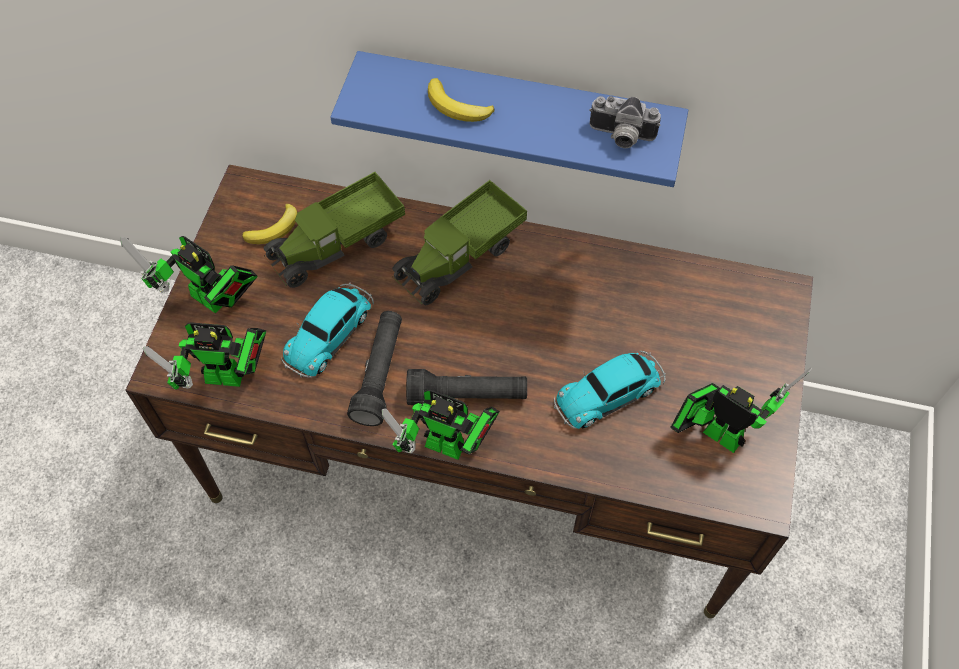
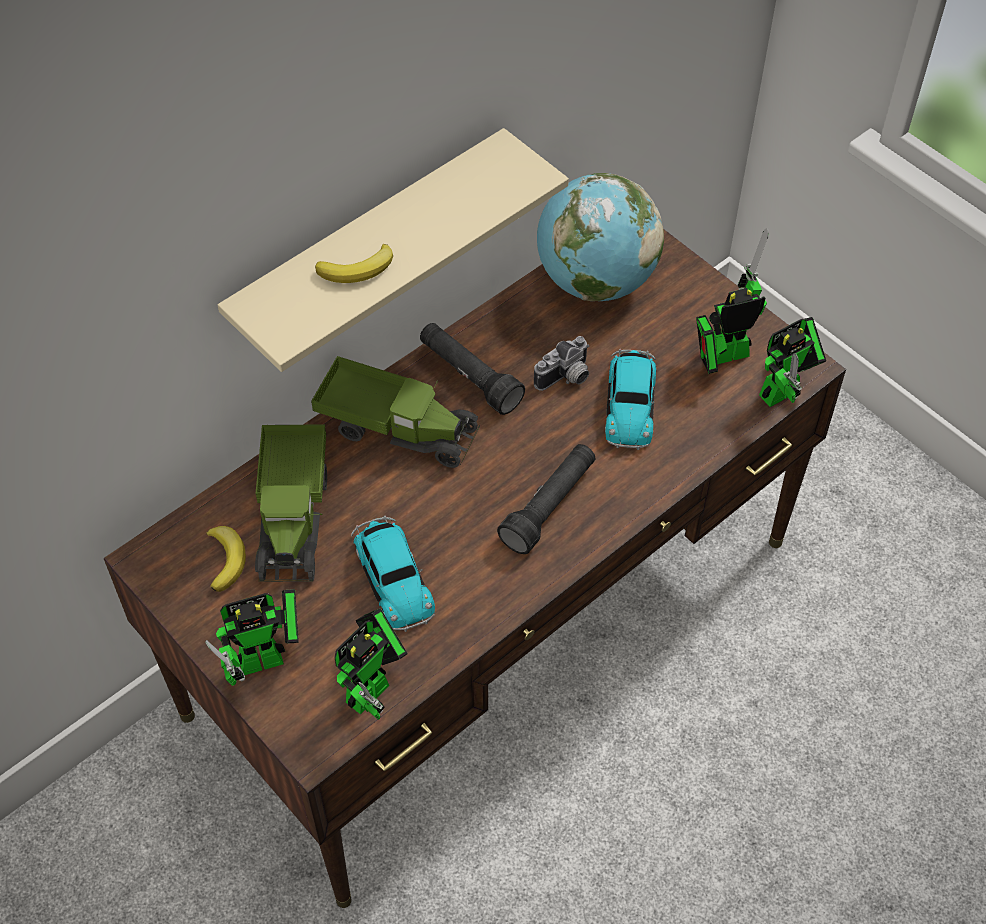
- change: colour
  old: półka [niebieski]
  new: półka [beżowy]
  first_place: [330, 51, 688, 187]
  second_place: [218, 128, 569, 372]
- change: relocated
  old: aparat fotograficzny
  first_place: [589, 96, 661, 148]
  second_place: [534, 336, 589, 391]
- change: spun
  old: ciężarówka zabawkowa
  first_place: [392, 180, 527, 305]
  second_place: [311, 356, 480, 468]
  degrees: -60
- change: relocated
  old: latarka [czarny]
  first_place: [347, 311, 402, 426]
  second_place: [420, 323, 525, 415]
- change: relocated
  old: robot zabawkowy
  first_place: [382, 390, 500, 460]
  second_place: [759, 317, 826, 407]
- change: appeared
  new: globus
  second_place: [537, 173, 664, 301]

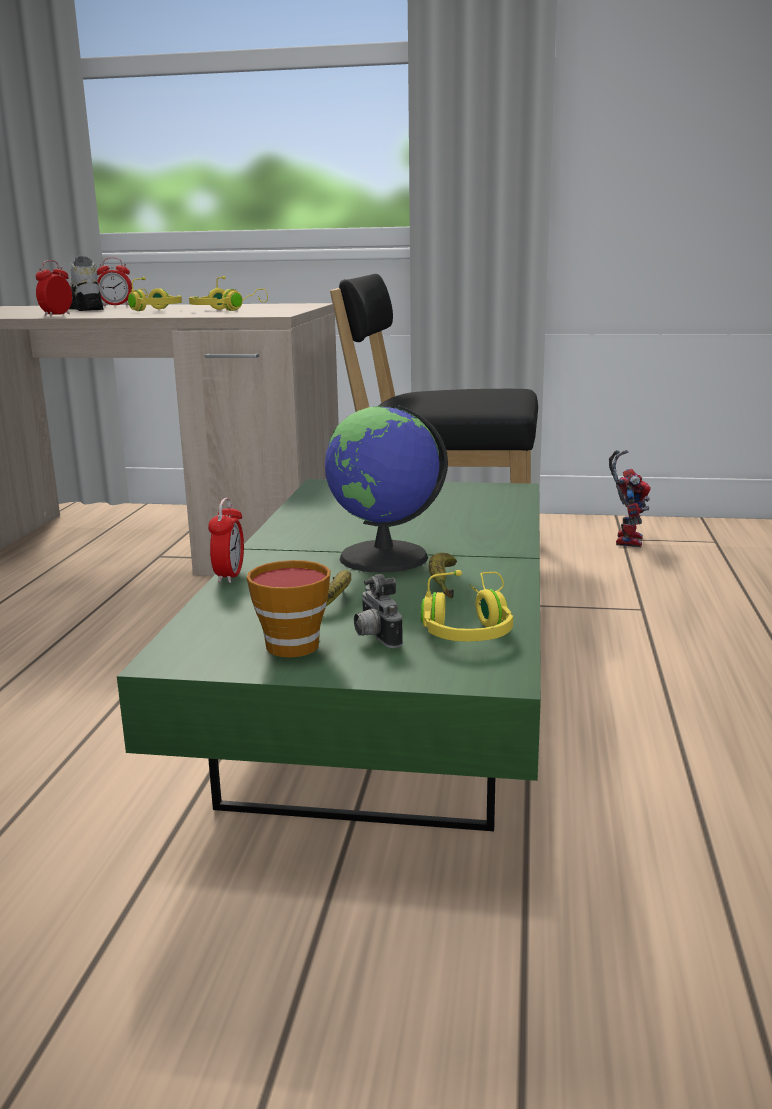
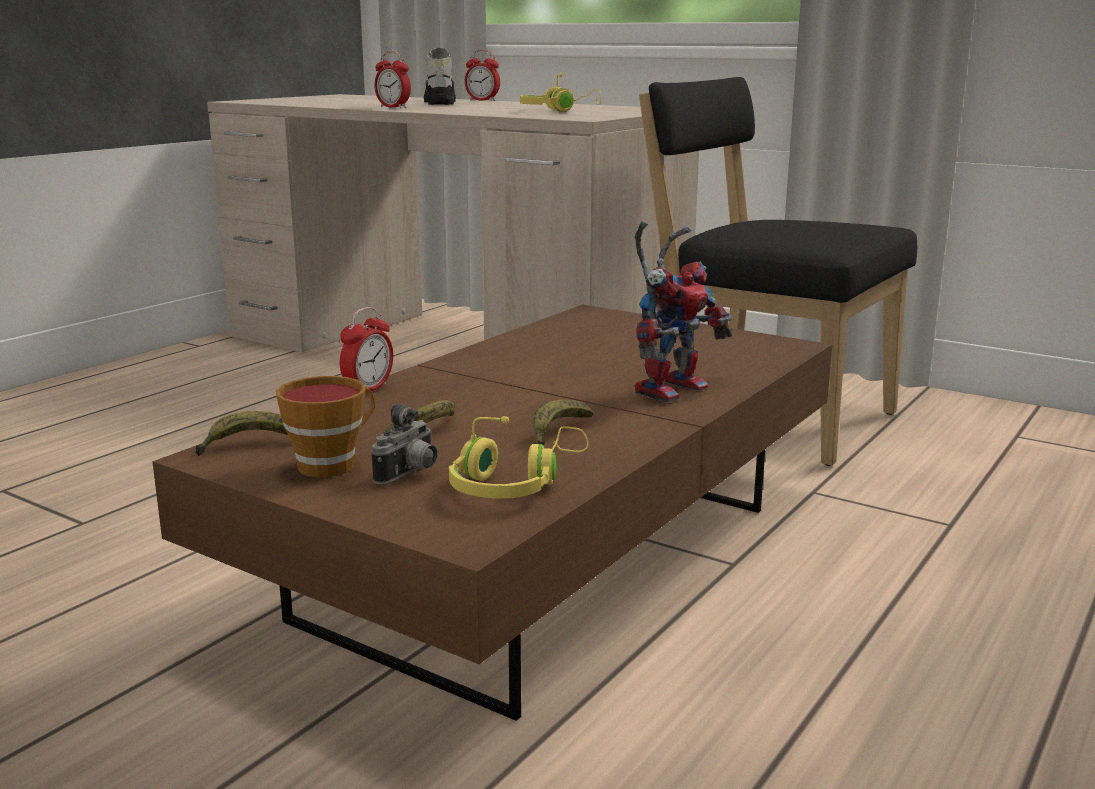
- change: spun
  old: budzik
  first_place: [36, 260, 72, 316]
  second_place: [374, 51, 411, 108]
  degrees: -105
- change: missing
  old: słuchawki [żółty]
  first_place: [128, 277, 182, 311]
- change: missing
  old: globus
  first_place: [325, 405, 448, 573]
- change: relocated
  old: robot zabawkowy
  first_place: [609, 450, 651, 547]
  second_place: [634, 221, 733, 403]
- change: colour
  old: ława [zielony]
  new: ława [brązowy]
  first_place: [117, 479, 541, 831]
  second_place: [152, 304, 832, 721]
- change: spun
  old: aparat fotograficzny
  first_place: [354, 574, 403, 648]
  second_place: [371, 404, 437, 485]
  degrees: -150
- change: appeared
  new: banan
  second_place: [196, 411, 288, 456]

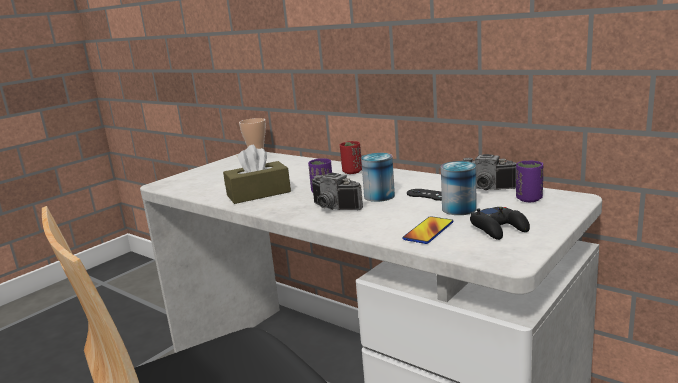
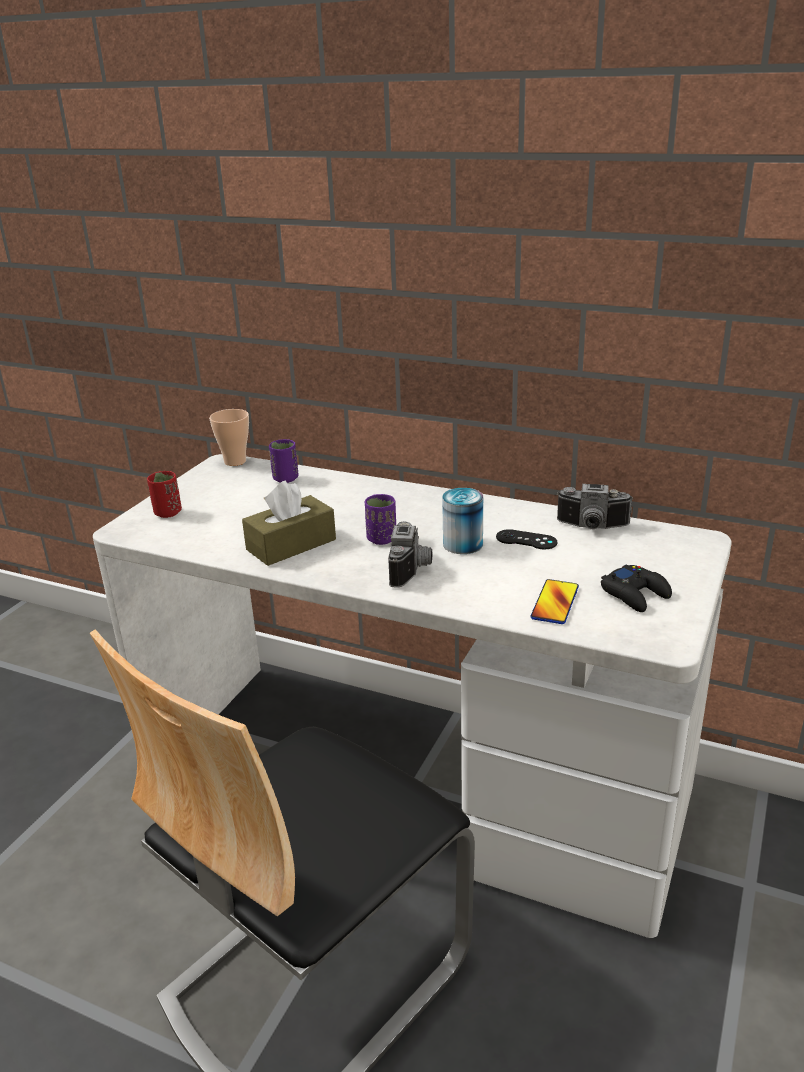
- change: relocated
  old: filiżanka [czerwony]
  first_place: [340, 141, 362, 174]
  second_place: [147, 471, 182, 518]
- change: relocated
  old: filiżanka [fioletowy]
  first_place: [516, 160, 543, 202]
  second_place: [269, 439, 299, 483]
- change: missing
  old: puszka
  first_place: [441, 161, 477, 215]
- change: spun
  old: aparat fotograficzny
  first_place: [312, 173, 363, 210]
  second_place: [388, 521, 432, 588]
  degrees: -105

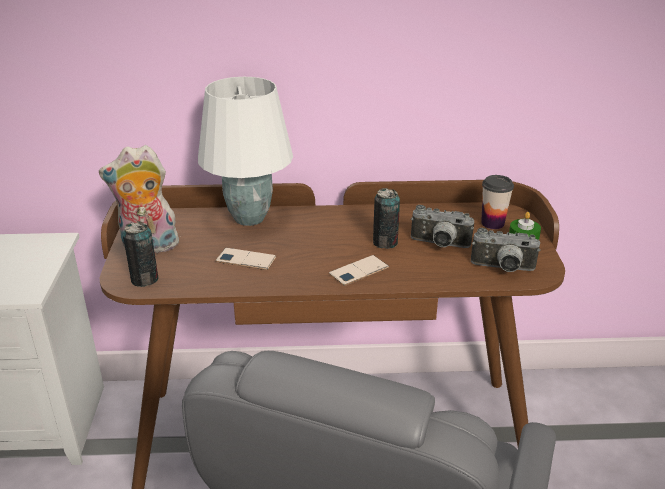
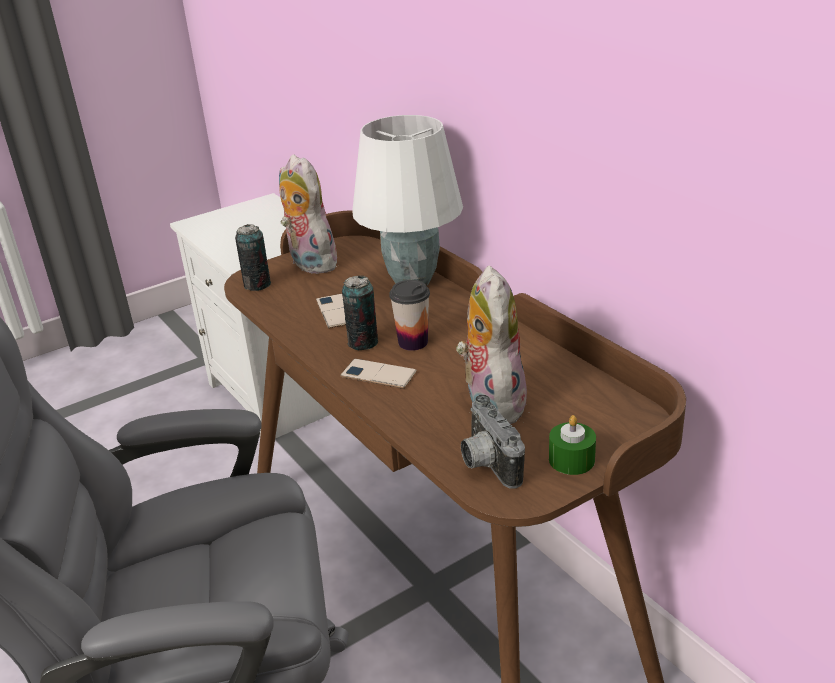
- change: relocated
  old: filiżanka
  first_place: [481, 175, 514, 229]
  second_place: [389, 280, 430, 351]
- change: relocated
  old: puszka
  first_place: [373, 188, 400, 249]
  second_place: [342, 275, 378, 350]
- change: exchanged
  old: aparat fotograficzny
  new: pluszak
  first_place: [411, 205, 474, 248]
  second_place: [456, 266, 527, 424]

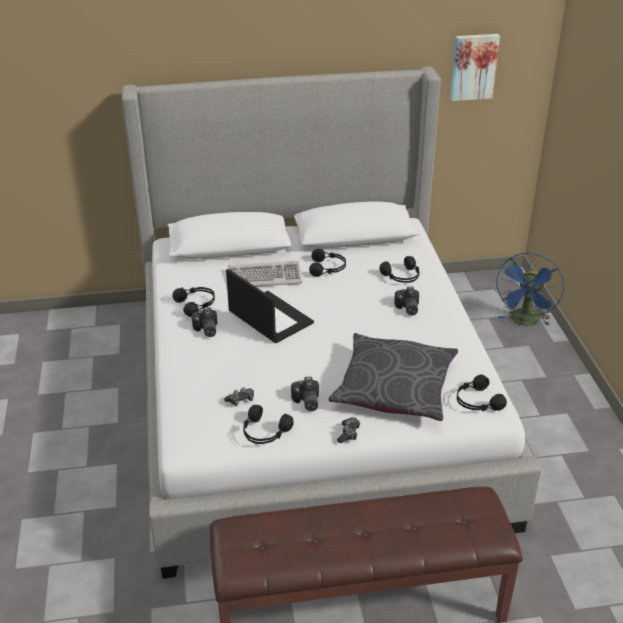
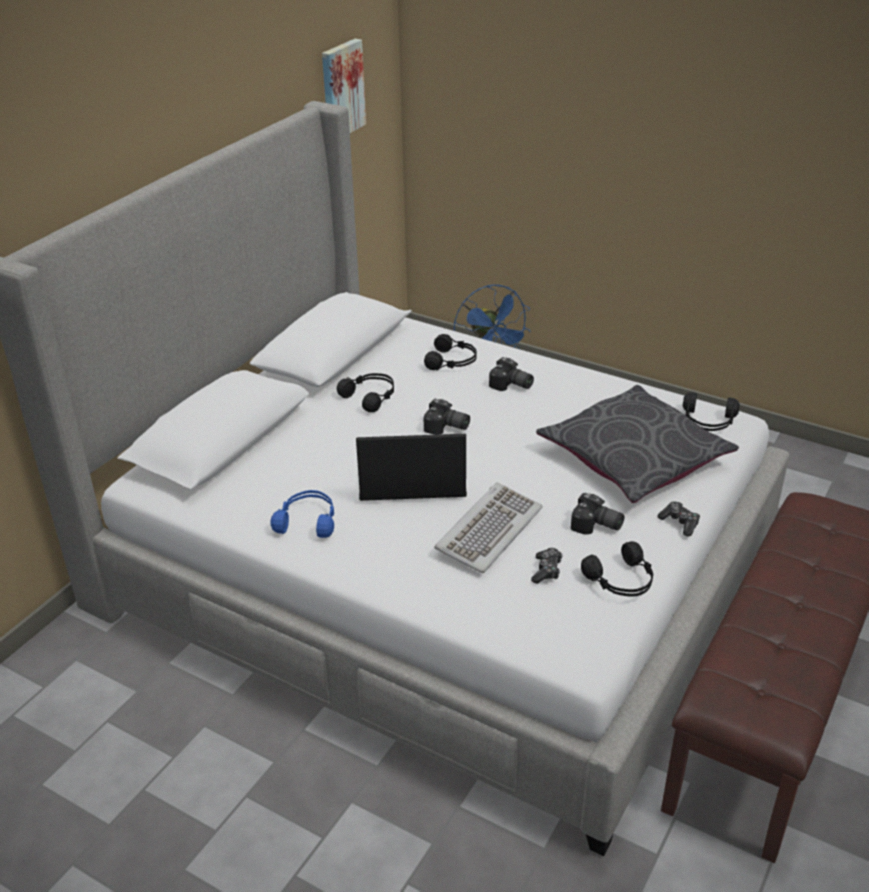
- change: relocated
  old: klawiatura
  first_place: [228, 261, 302, 287]
  second_place: [434, 483, 542, 573]
- change: colour
  old: słuchawki [czarny]
  new: słuchawki [niebieski]
  first_place: [173, 287, 215, 317]
  second_place: [270, 490, 334, 538]
- change: relocated
  old: aparat fotograficzny
  first_place: [192, 307, 218, 337]
  second_place: [424, 399, 470, 435]

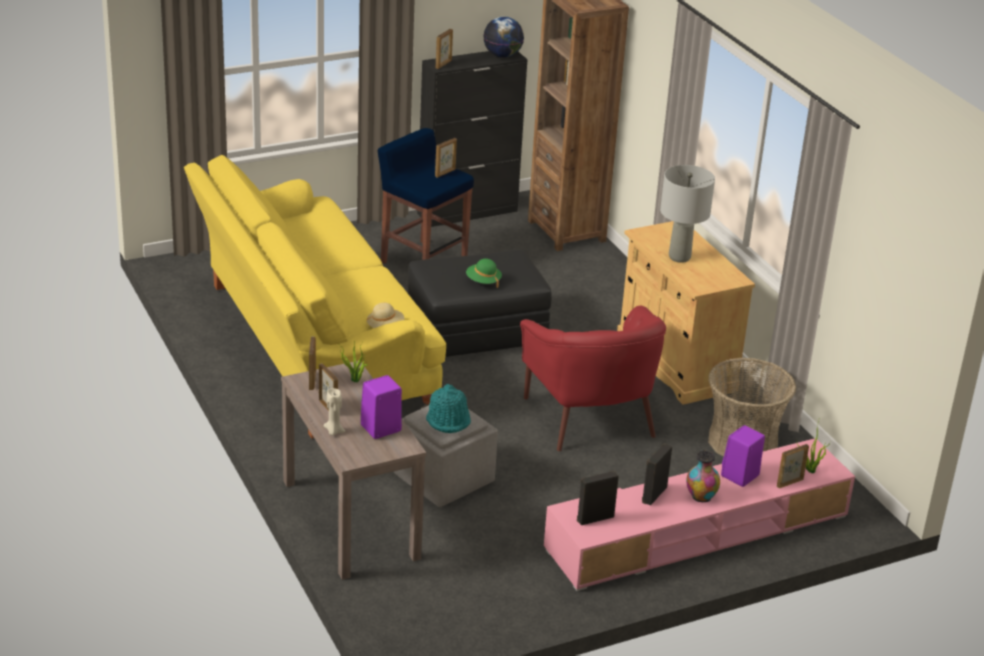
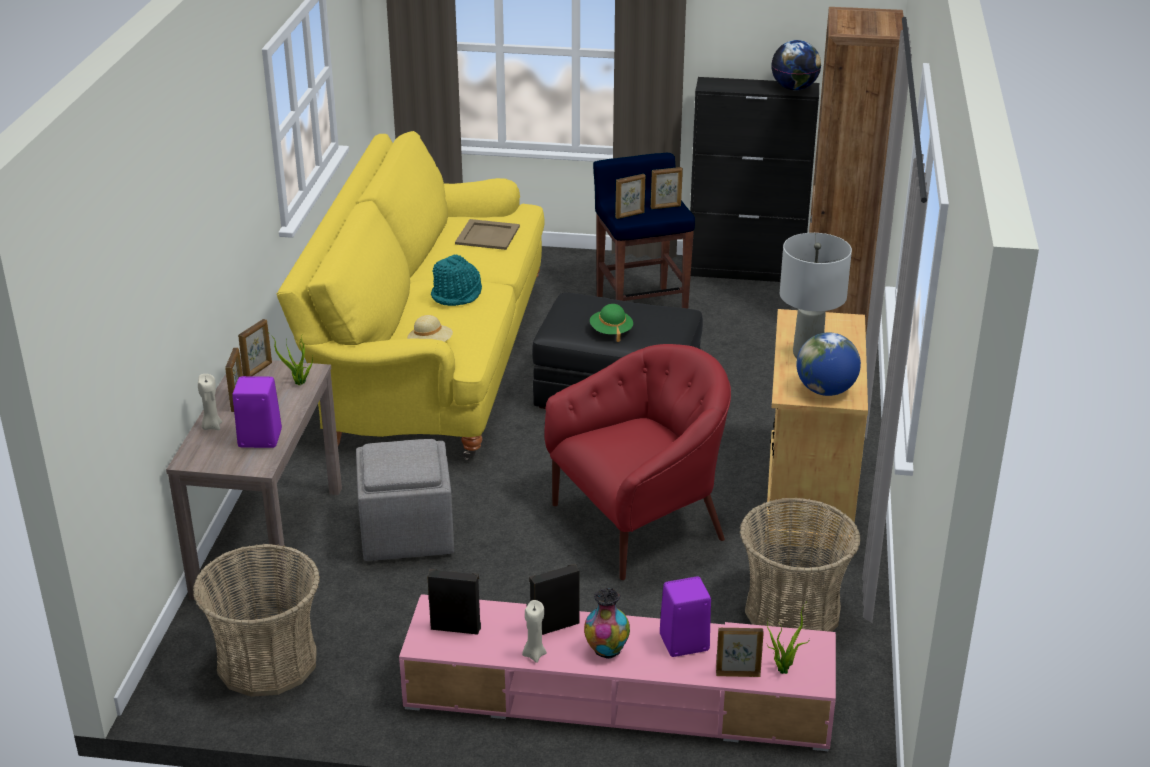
- change: relocated
  old: ramka na zdjęcie
  first_place: [436, 29, 453, 69]
  second_place: [615, 174, 645, 219]
- change: spun
  old: fotel [czerwony]
  first_place: [520, 306, 666, 451]
  second_place: [544, 344, 731, 580]
  degrees: -135
- change: relocated
  old: kapelusz [turkusowy]
  first_place: [426, 384, 471, 433]
  second_place: [431, 254, 482, 306]
- change: appeared
  new: taca [beżowy]
  second_place: [455, 219, 520, 250]
- change: appeared
  new: globus
  second_place: [796, 332, 861, 396]
- change: appeared
  new: koszyk
  second_place: [193, 544, 320, 697]
- change: appeared
  new: świeca [beżowy]
  second_place: [522, 600, 547, 663]

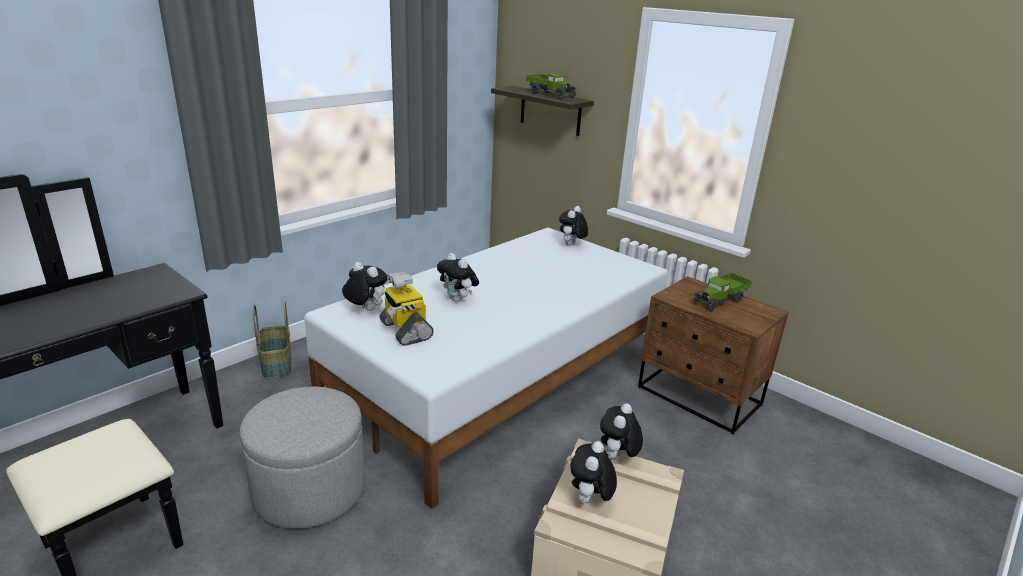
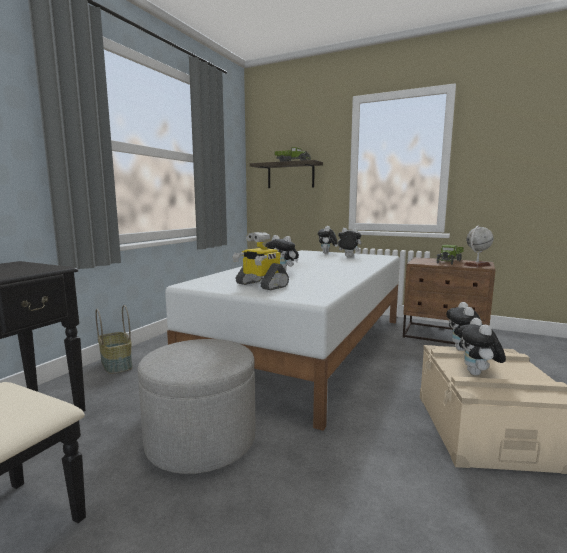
- change: relocated
  old: pluszak
  first_place: [342, 262, 387, 311]
  second_place: [334, 228, 361, 257]
- change: appeared
  new: globus
  second_place: [464, 226, 494, 267]

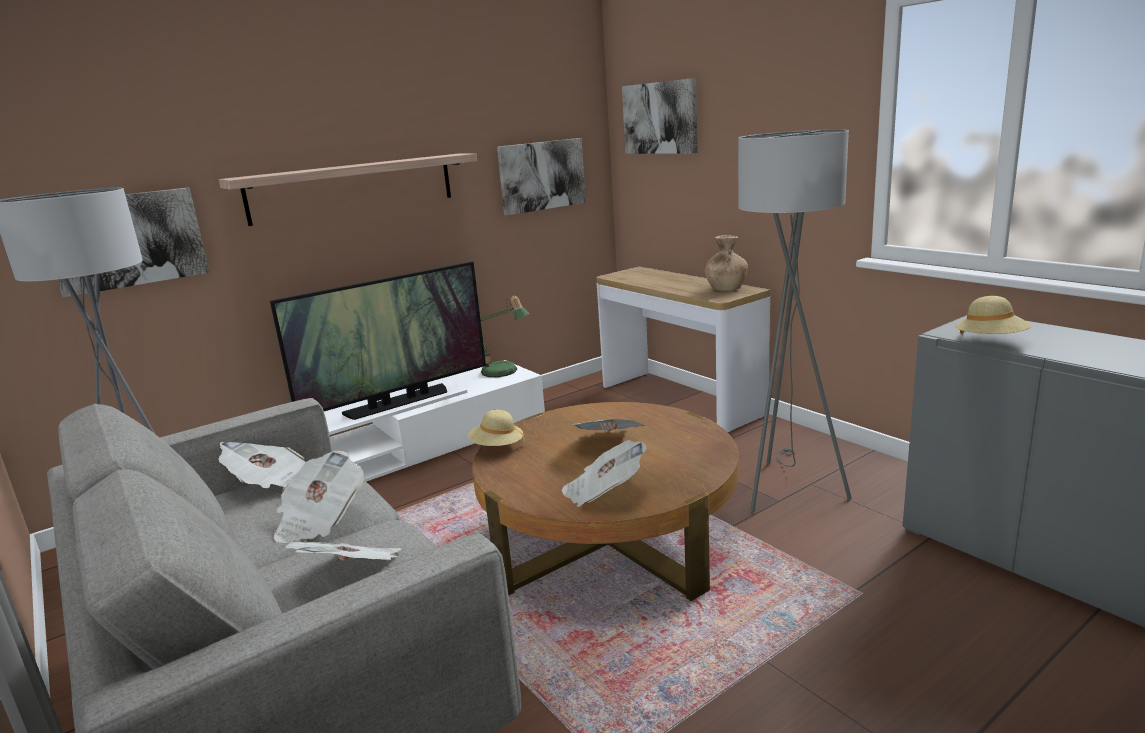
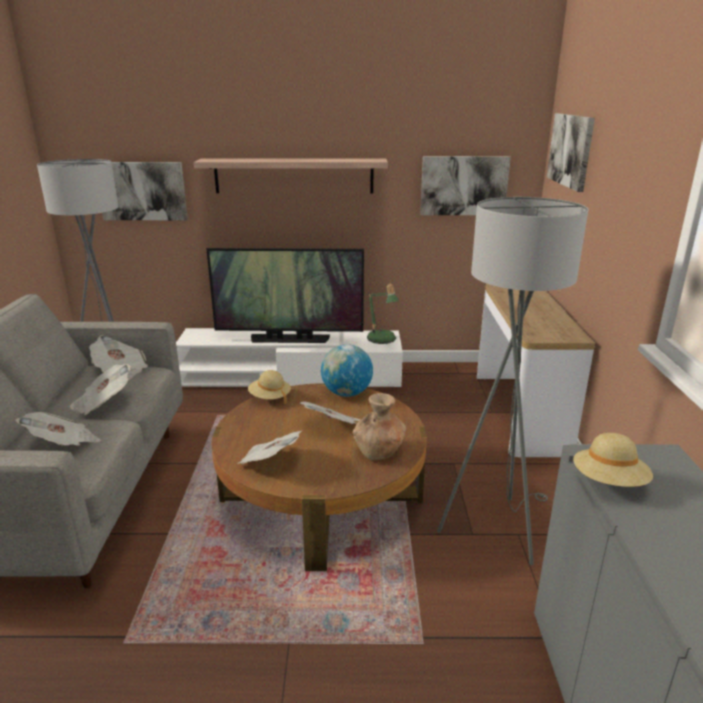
- change: relocated
  old: wazon [brązowy]
  first_place: [704, 235, 748, 291]
  second_place: [353, 393, 406, 460]
- change: appeared
  new: globus
  second_place: [321, 344, 373, 397]

